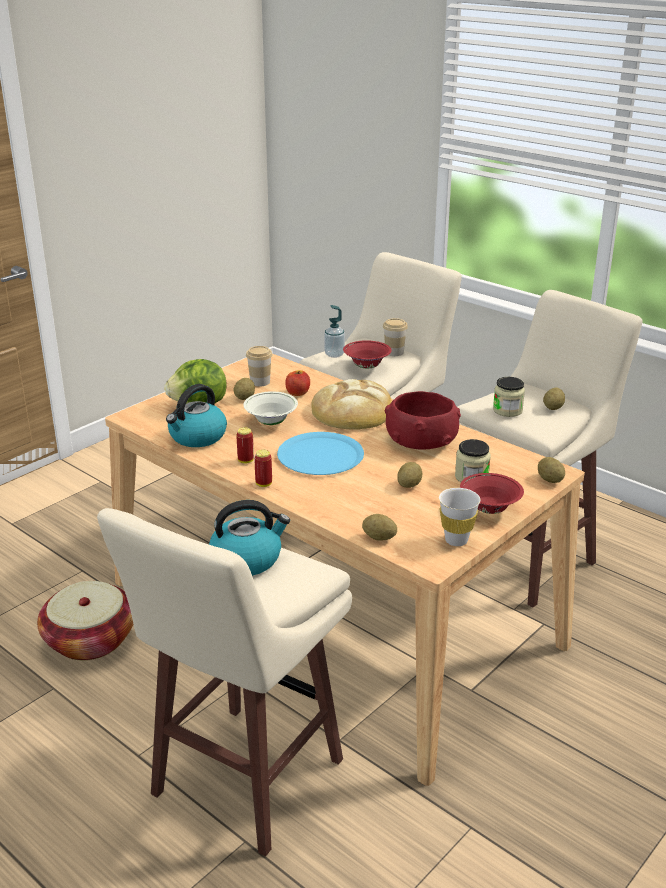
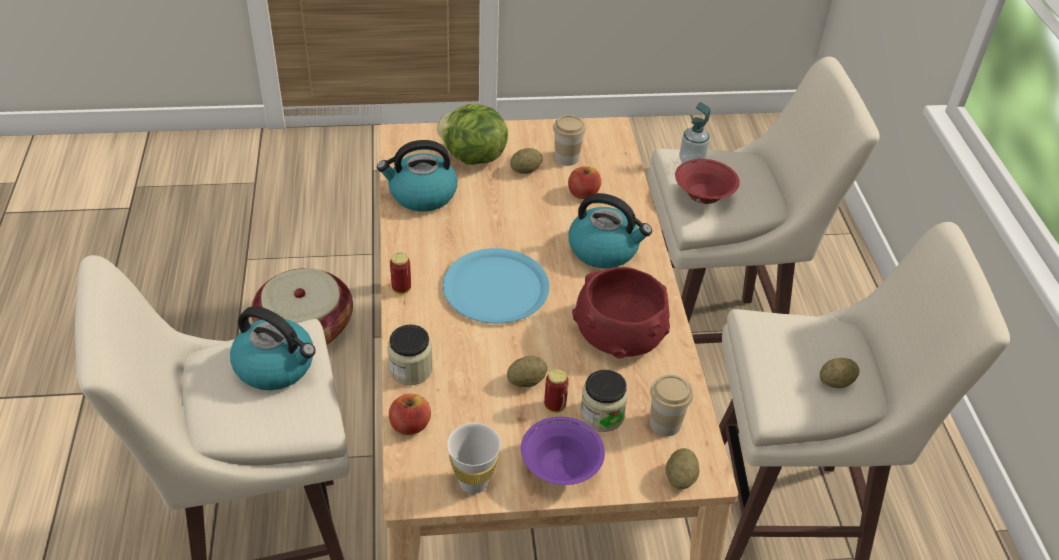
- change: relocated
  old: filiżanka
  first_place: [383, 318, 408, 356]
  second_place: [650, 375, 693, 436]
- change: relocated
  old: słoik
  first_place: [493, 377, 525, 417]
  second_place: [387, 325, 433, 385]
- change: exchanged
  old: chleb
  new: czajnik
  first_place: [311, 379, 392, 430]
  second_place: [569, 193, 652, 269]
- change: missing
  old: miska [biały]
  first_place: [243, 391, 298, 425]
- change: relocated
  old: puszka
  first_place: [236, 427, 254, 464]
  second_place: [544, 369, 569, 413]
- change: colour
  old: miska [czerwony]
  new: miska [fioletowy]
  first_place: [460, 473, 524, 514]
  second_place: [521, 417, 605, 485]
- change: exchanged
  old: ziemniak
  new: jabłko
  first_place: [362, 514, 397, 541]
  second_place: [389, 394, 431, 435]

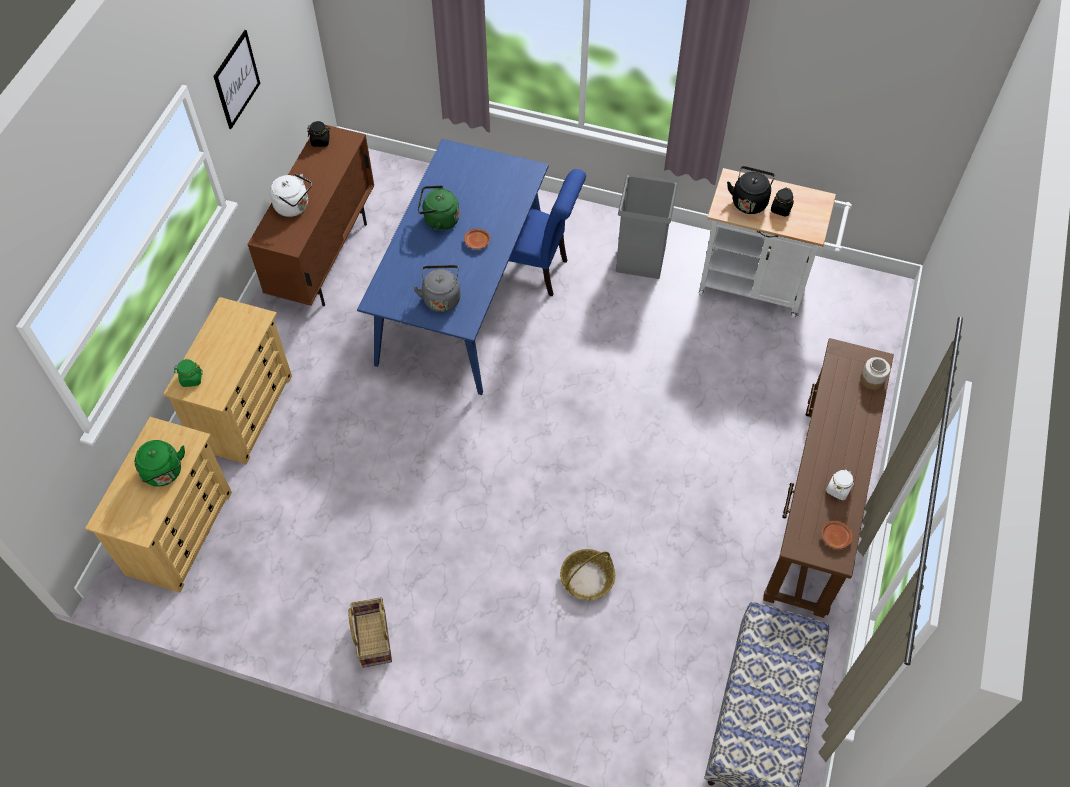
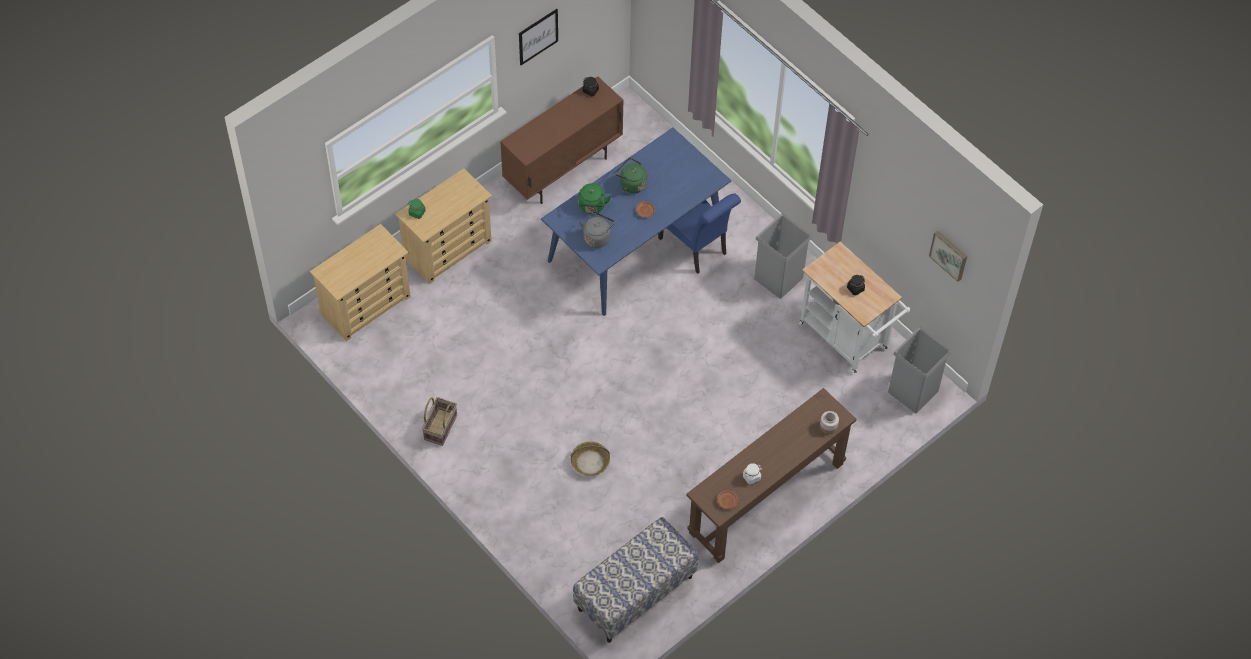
- change: missing
  old: czajnik [czarny]
  first_place: [727, 166, 775, 214]
- change: missing
  old: czajnik [biały]
  first_place: [270, 173, 312, 217]
- change: relocated
  old: czajnik [zielony]
  first_place: [134, 440, 185, 487]
  second_place: [578, 183, 611, 214]
- change: appeared
  new: obraz
  second_place: [929, 231, 967, 282]
- change: appeared
  new: kosz na śmieci [szary]
  second_place: [888, 327, 952, 413]

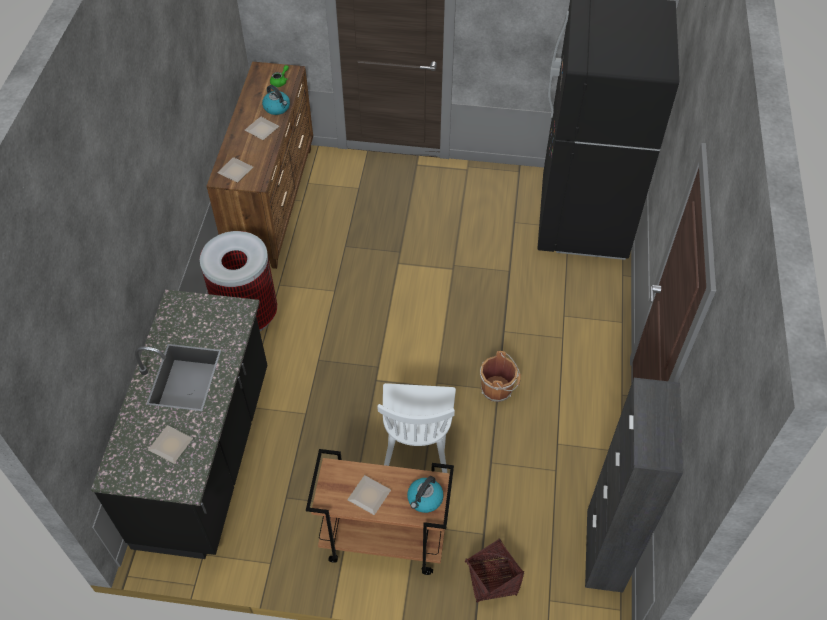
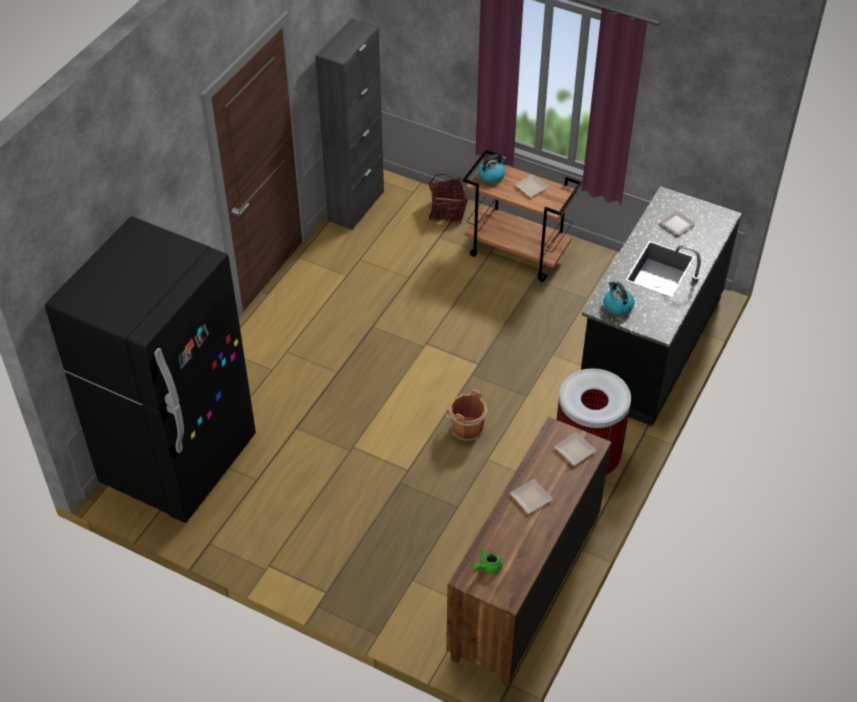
- change: relocated
  old: czajnik
  first_place: [262, 85, 290, 115]
  second_place: [603, 281, 635, 316]
- change: relocated
  old: wiadro [brązowy]
  first_place: [480, 351, 521, 402]
  second_place: [445, 389, 487, 441]
- change: missing
  old: krzesło [biały]
  first_place: [377, 383, 456, 473]

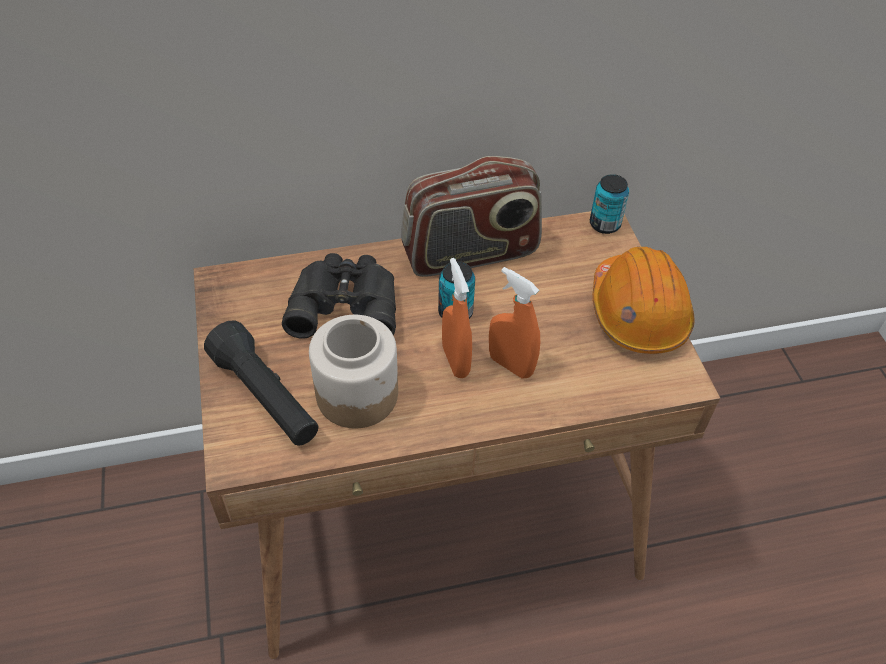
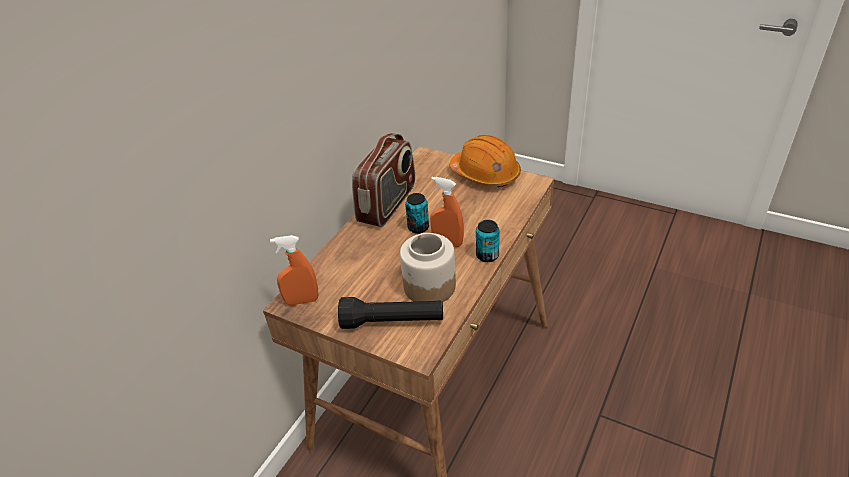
- change: relocated
  old: puszka
  first_place: [590, 174, 629, 234]
  second_place: [476, 220, 500, 262]
- change: missing
  old: lornetka [czarny]
  first_place: [282, 253, 396, 339]
- change: relocated
  old: spryskiwacz [pomarańczowy]
  first_place: [489, 267, 540, 378]
  second_place: [270, 235, 319, 305]

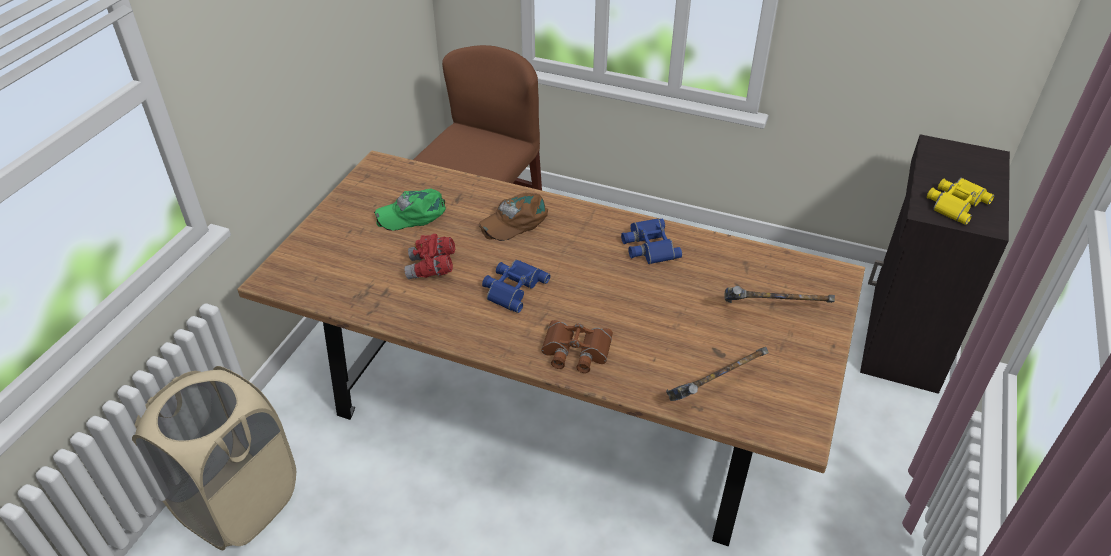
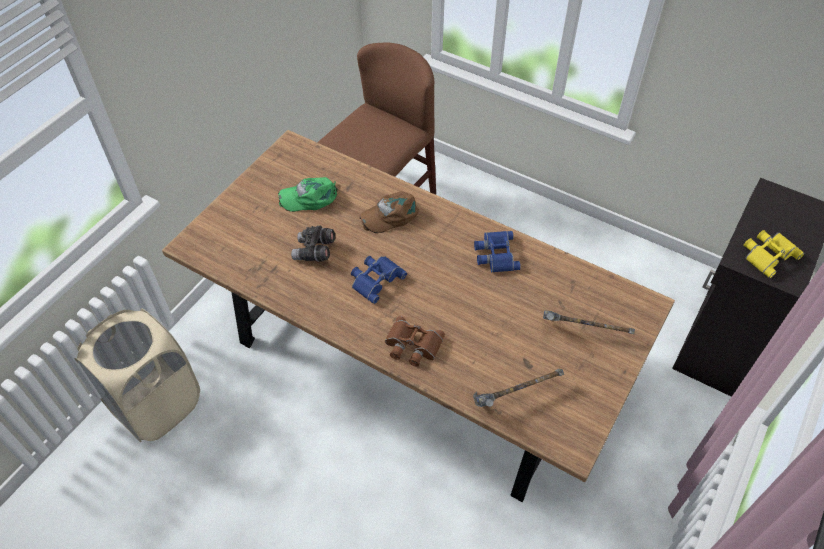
- change: colour
  old: lornetka [czerwony]
  new: lornetka [szary]
  first_place: [404, 234, 455, 279]
  second_place: [291, 225, 335, 262]

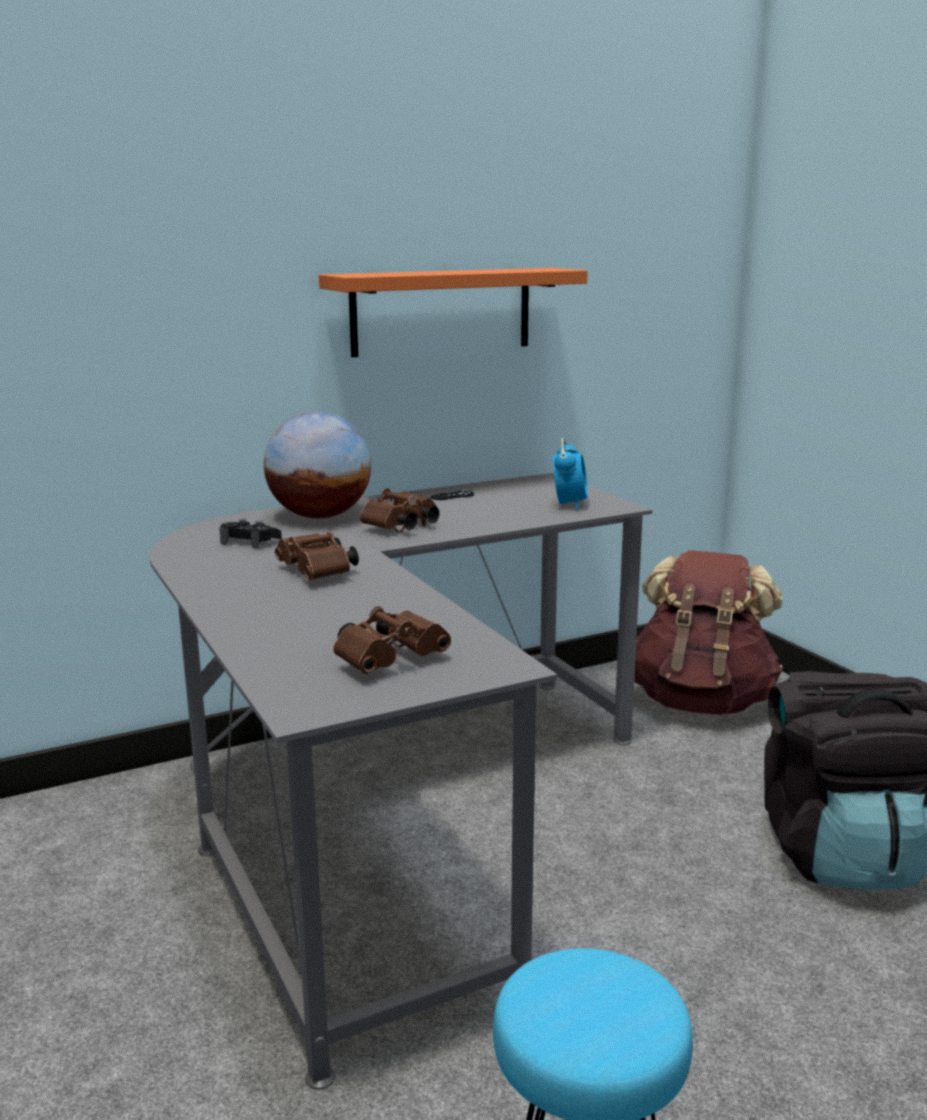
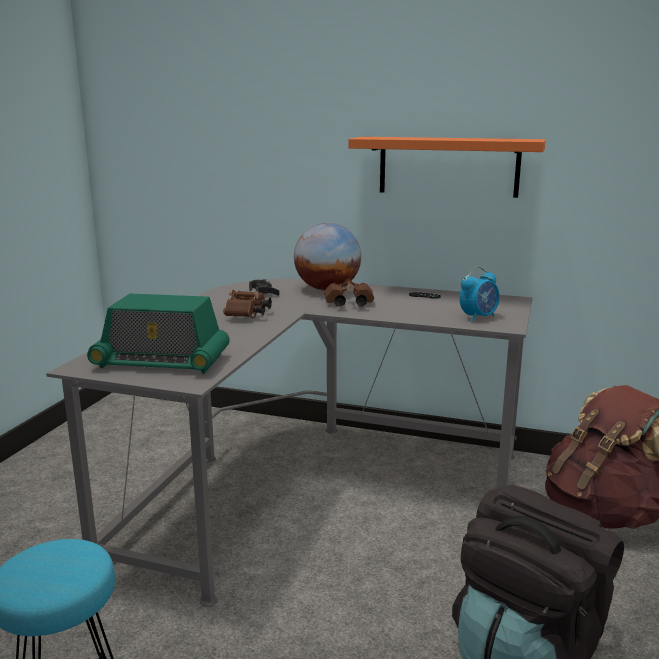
- change: exchanged
  old: lornetka [brązowy]
  new: radio
  first_place: [333, 606, 451, 674]
  second_place: [87, 294, 230, 374]

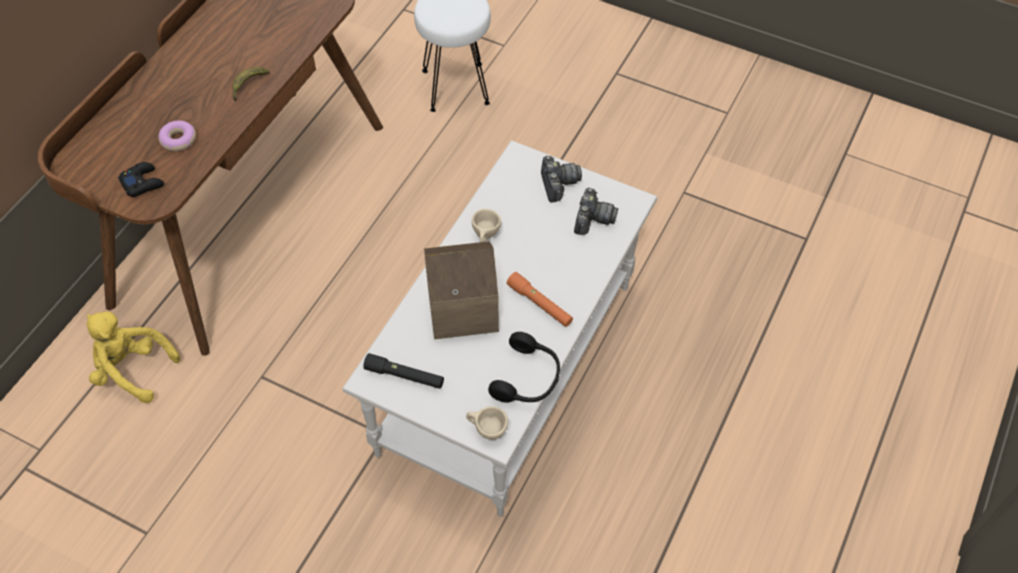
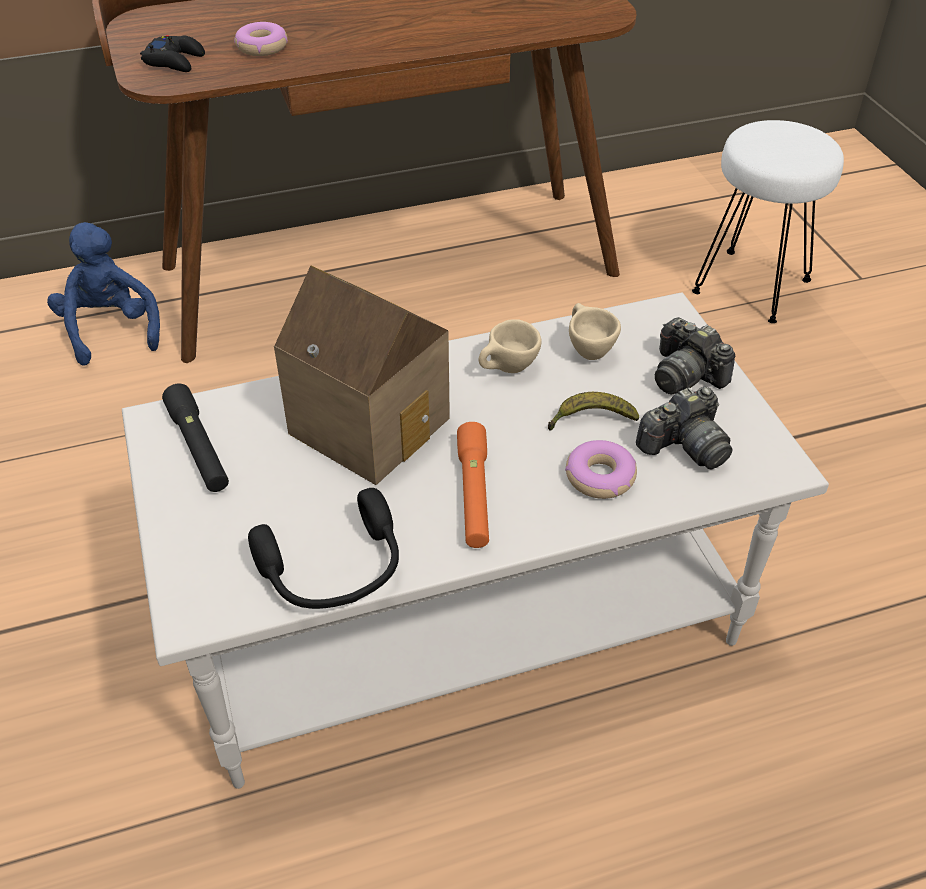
- change: relocated
  old: banan
  first_place: [232, 67, 270, 101]
  second_place: [548, 392, 639, 431]
- change: spun
  old: aparat fotograficzny
  first_place: [541, 156, 582, 203]
  second_place: [655, 317, 736, 394]
  degrees: 105
- change: colour
  old: pluszak [żółty]
  new: pluszak [niebieski]
  first_place: [87, 311, 180, 403]
  second_place: [47, 222, 160, 365]
- change: relocated
  old: filiżanka [beżowy]
  first_place: [466, 406, 508, 440]
  second_place: [569, 303, 621, 360]
- change: appeared
  new: donut
  second_place: [565, 440, 637, 499]

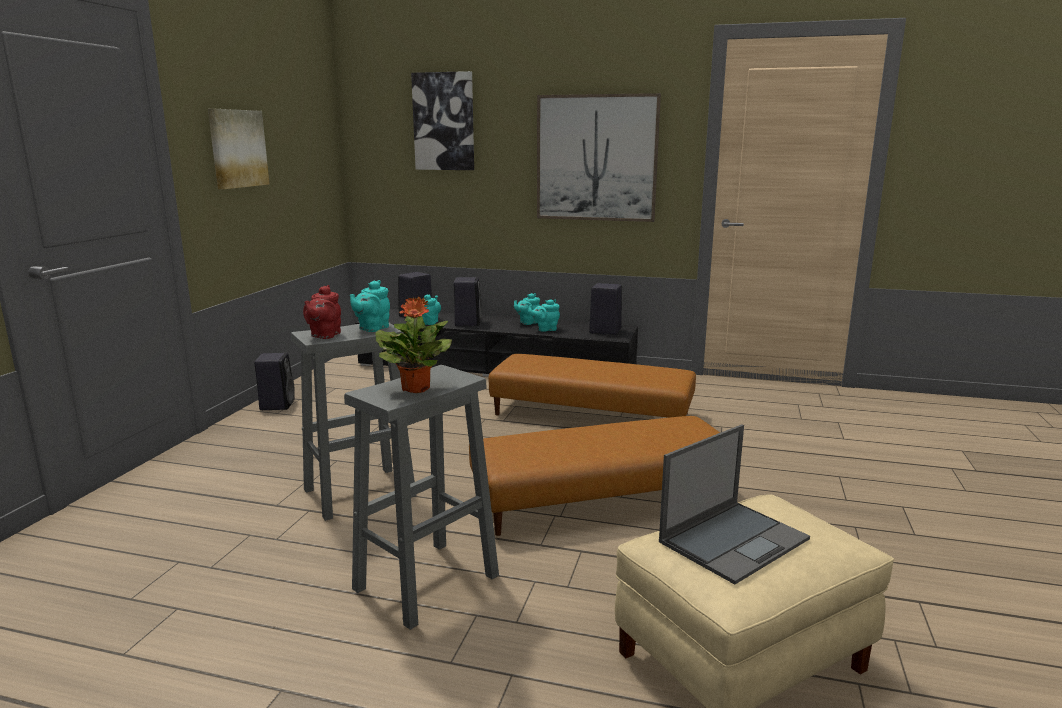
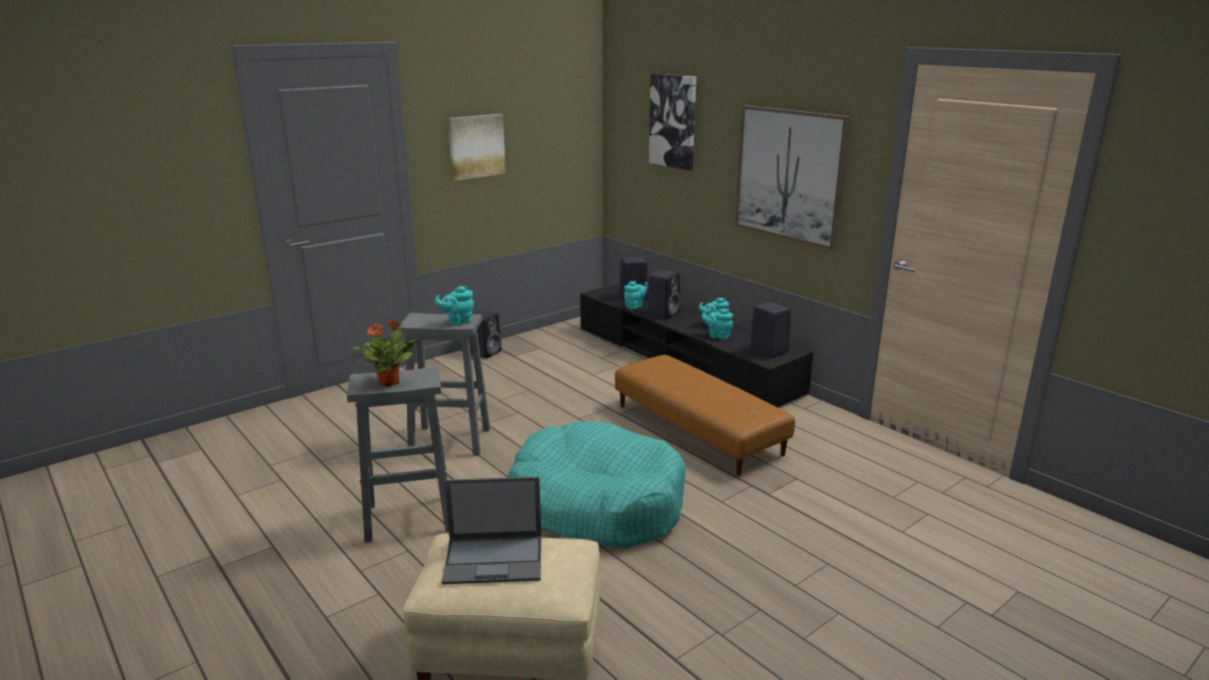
- change: missing
  old: imbryk [czerwony]
  first_place: [303, 285, 341, 339]
- change: exchanged
  old: pufa [brązowy]
  new: legowisko [turkusowy]
  first_place: [469, 416, 720, 536]
  second_place: [508, 421, 686, 548]

